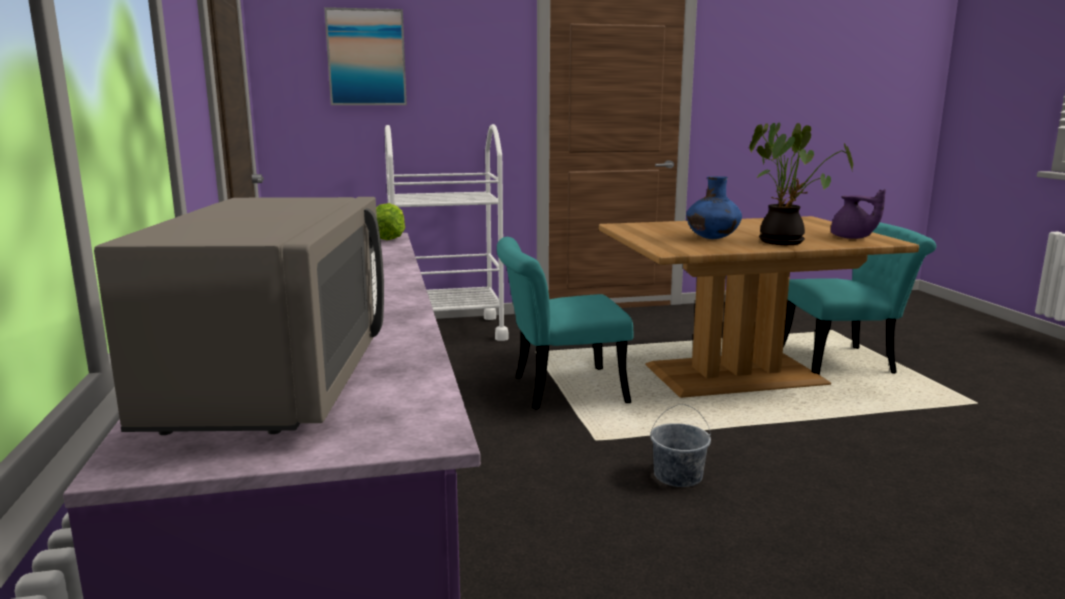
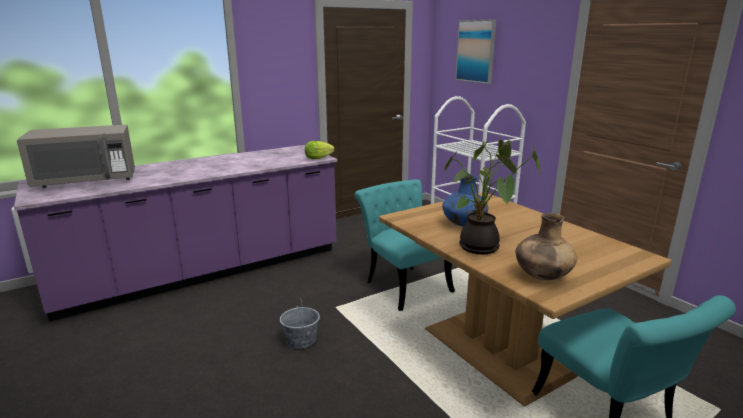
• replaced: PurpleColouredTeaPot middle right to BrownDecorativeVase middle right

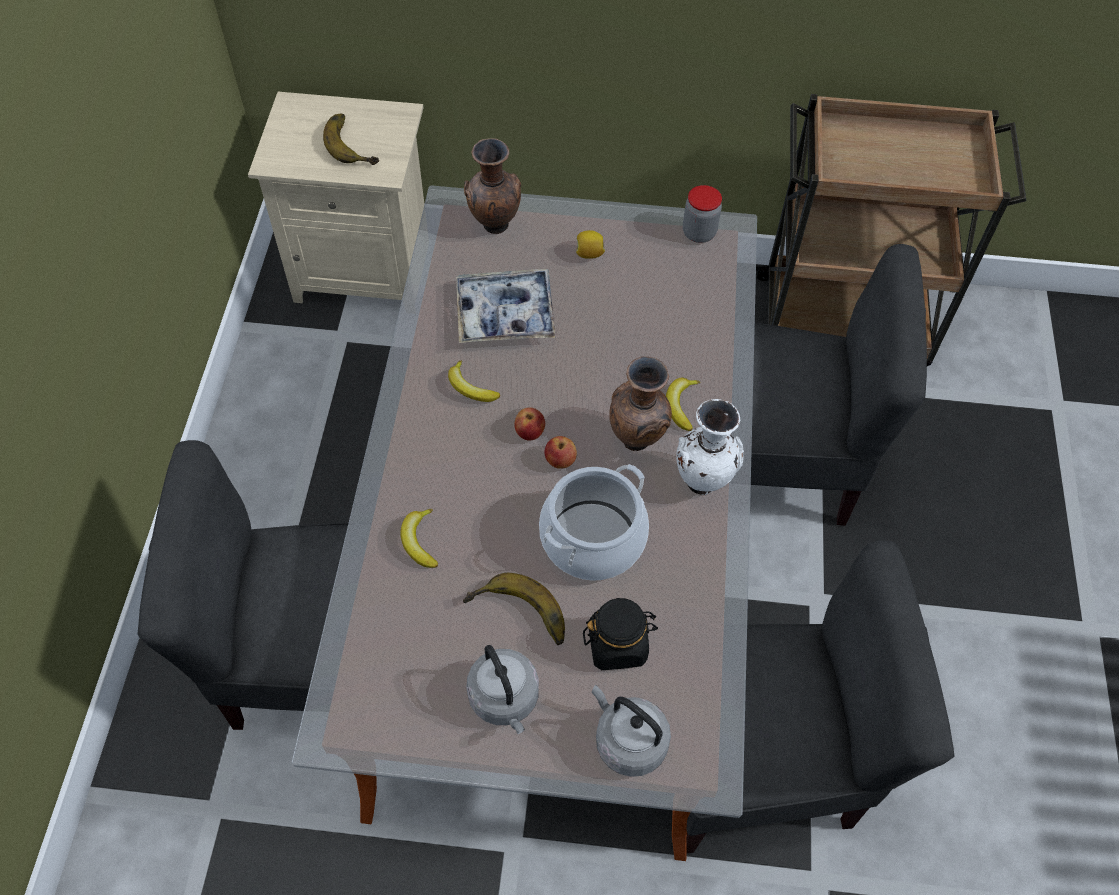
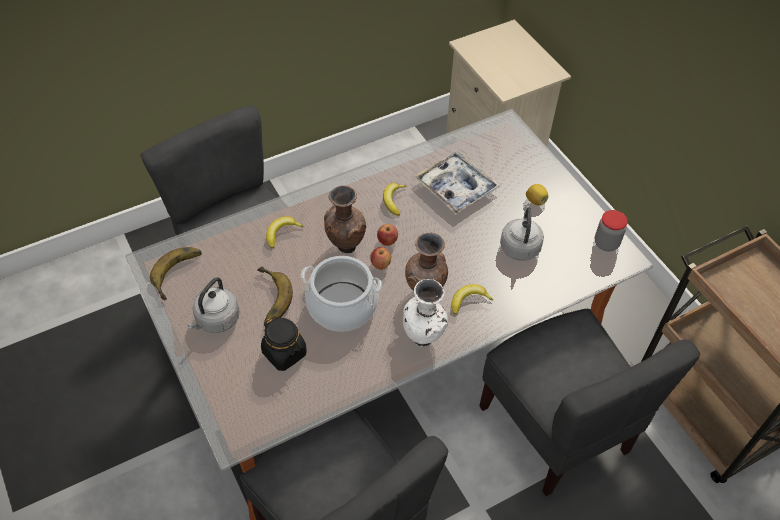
• moved: BananaFruit (1st from left) top left to middle left
• moved: BrownDecorativeVase (1st from left) top centre to centre
• moved: GreyishTeaKettle (2nd from left) bottom centre to middle right

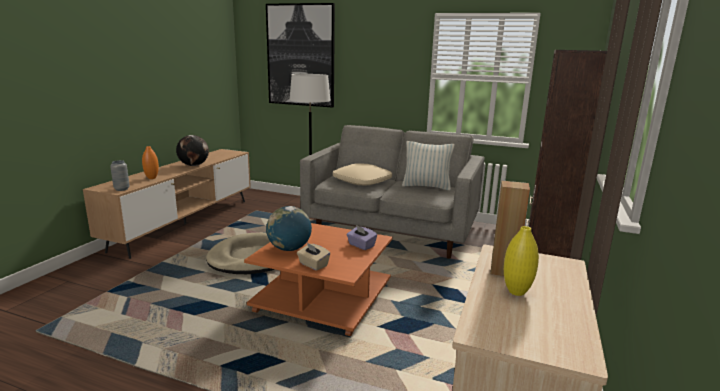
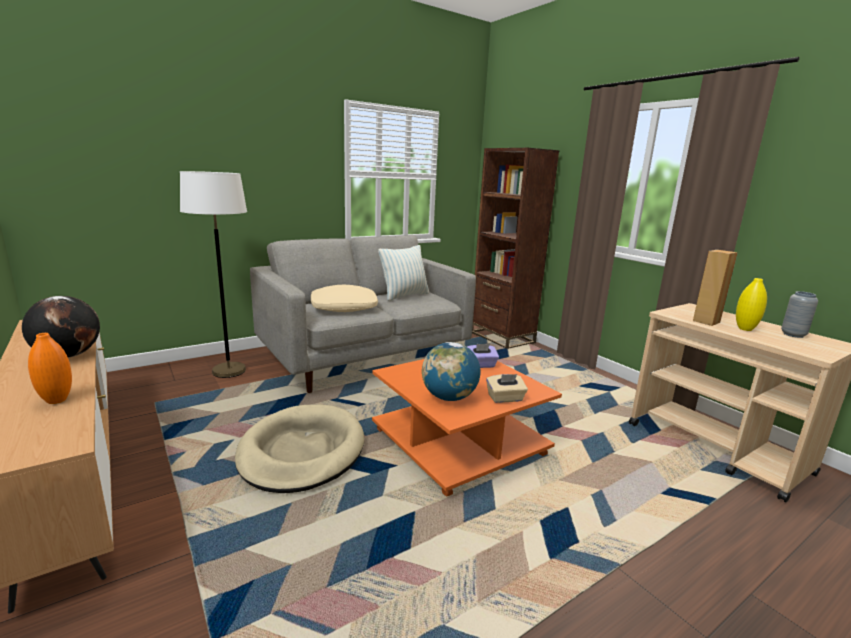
• moved: GreyishDecorativeVase middle left to middle right
• removed: WallPicture top centre

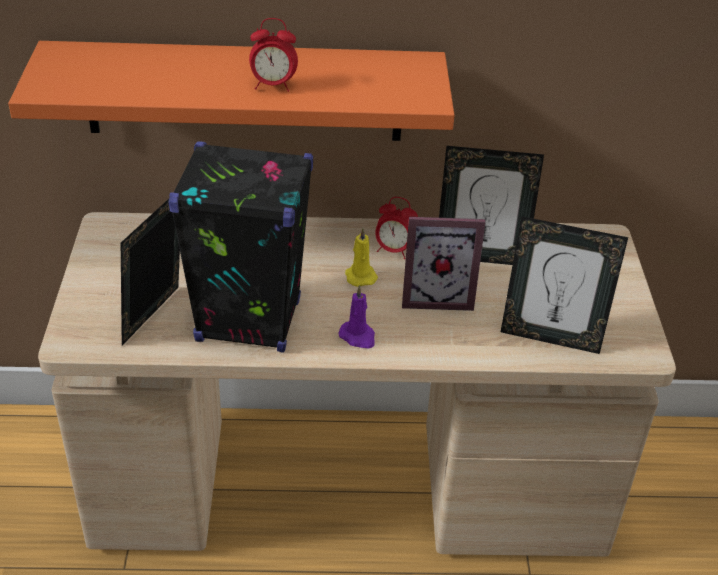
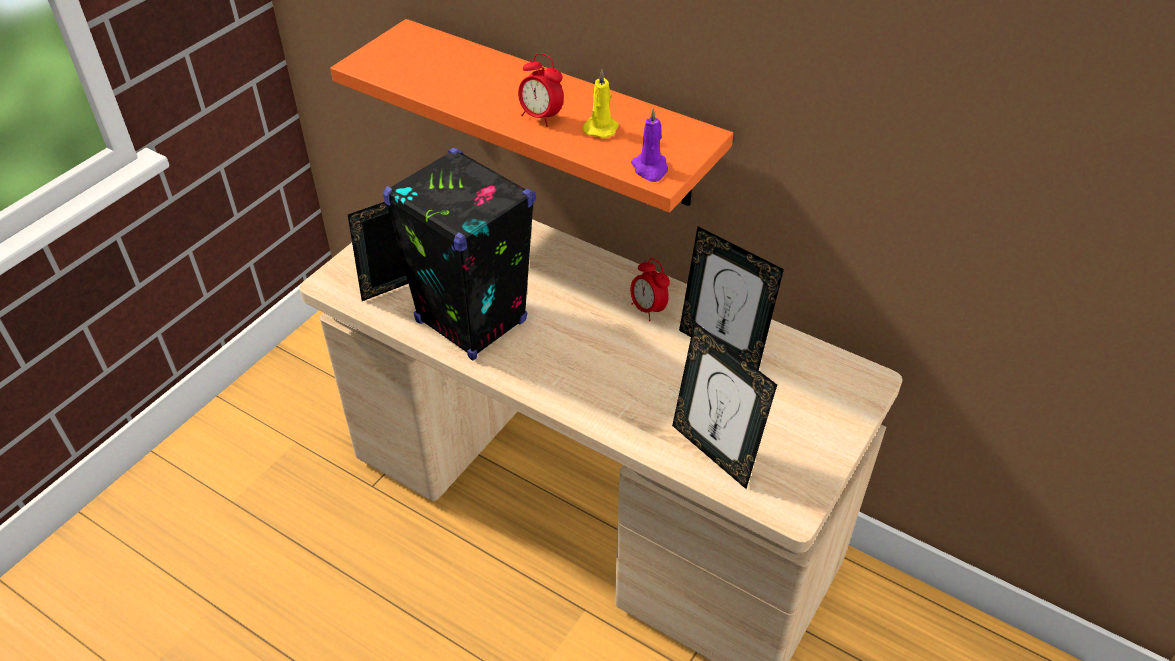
• moved: YellowWaxCandle centre to top centre
• moved: PurpleColouredWaxCandle centre to top centre
• removed: PictureFrame (2nd from left) centre

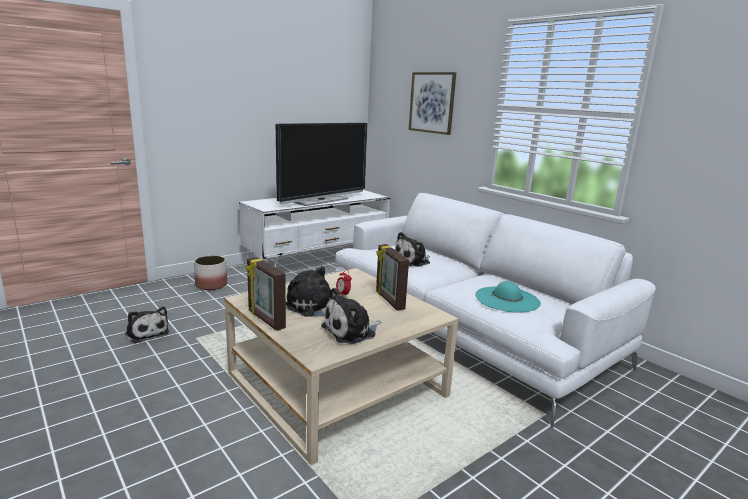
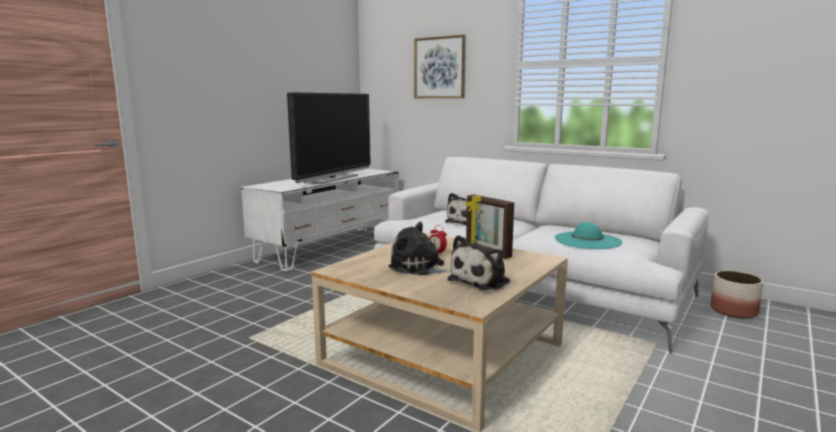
• moved: Planter middle left to bottom right
• removed: SoftToy (1st from left) middle left
• removed: PictureFrame (1st from left) centre

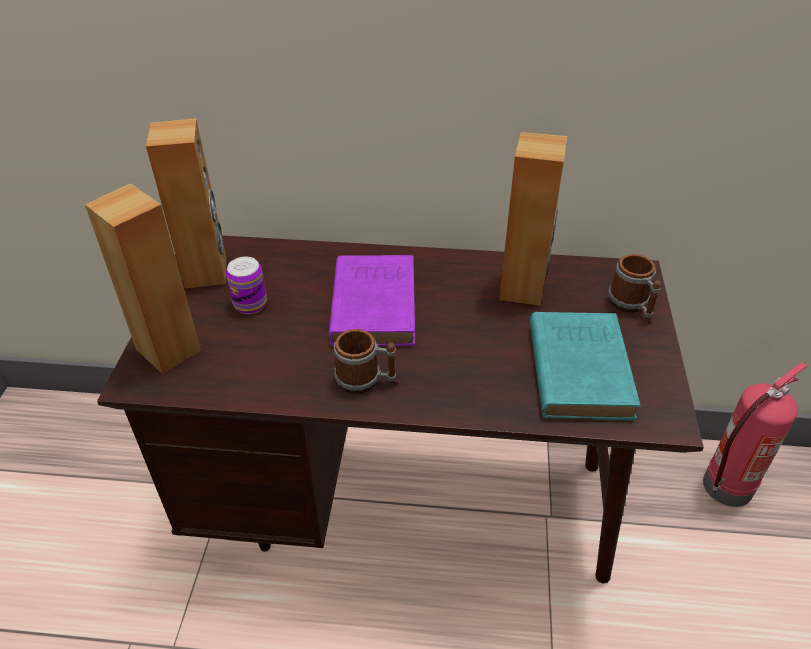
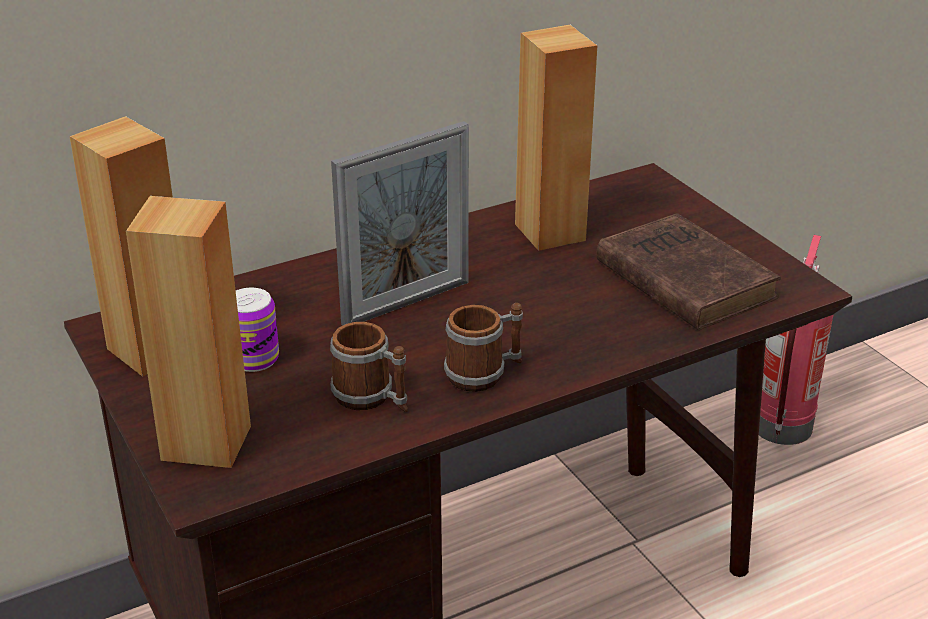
• moved: Mug (2nd from left in the first image) middle right to Mug (1st from left) centre
• replaced: PurpleColouredVolume centre to PictureFrame centre
• recoloured: BlueGreenVolume middle right to BrownVolume middle right

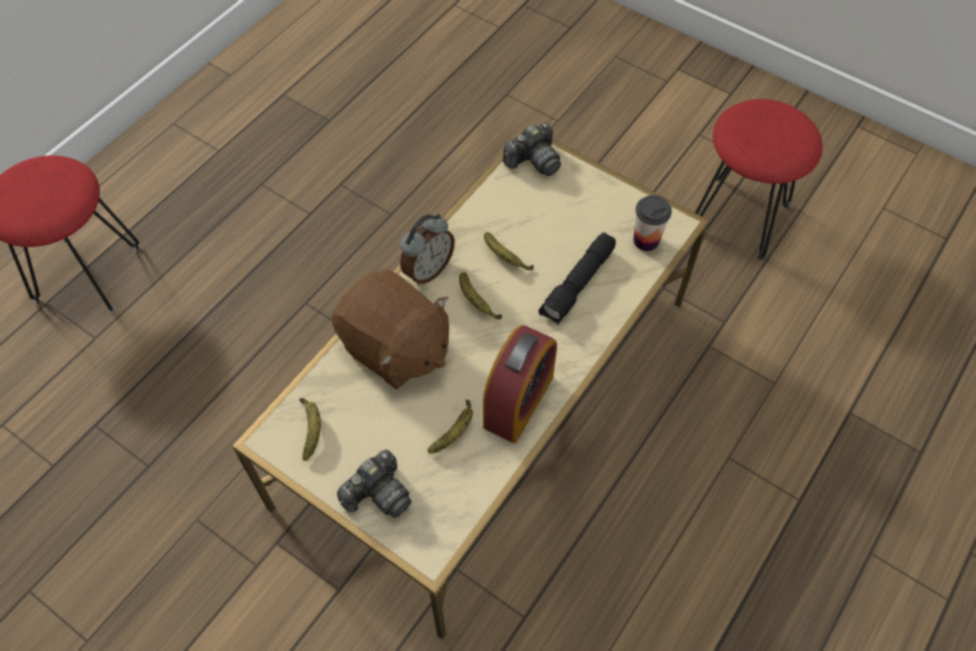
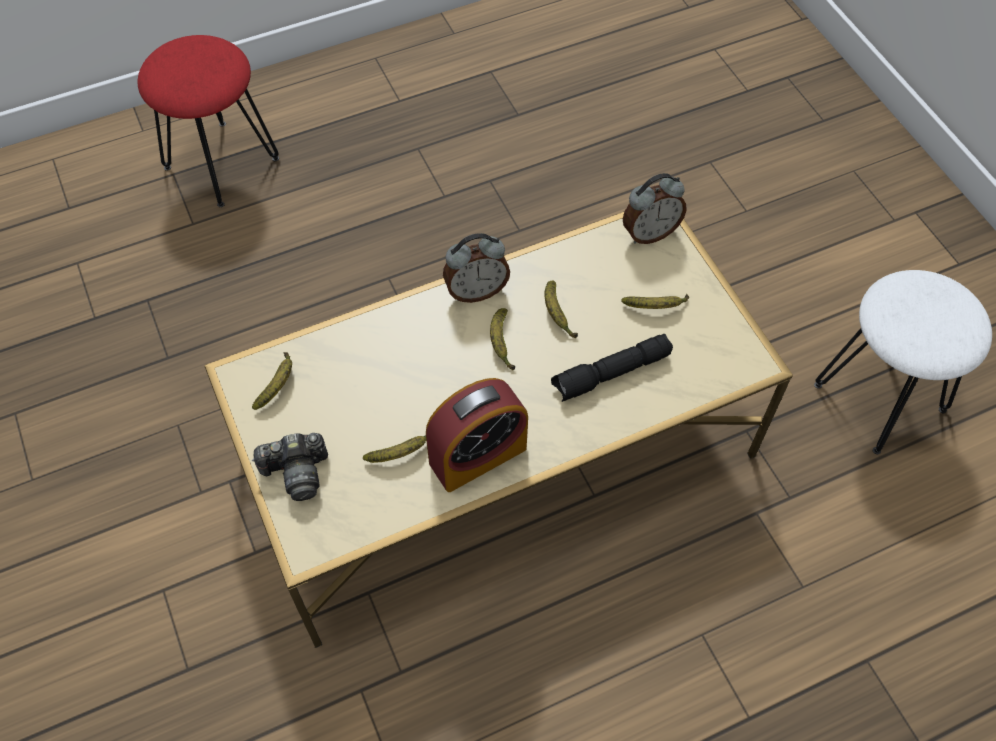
• added: BananaFruit (5th from left) centre
• replaced: StillCamera (2nd from left) top centre to AlarmClock (3rd from left) top centre
• recoloured: RedColouredStool (2nd from left) top right to WhiteStool middle right
• removed: BrownSoftToy centre
• removed: Cup middle right

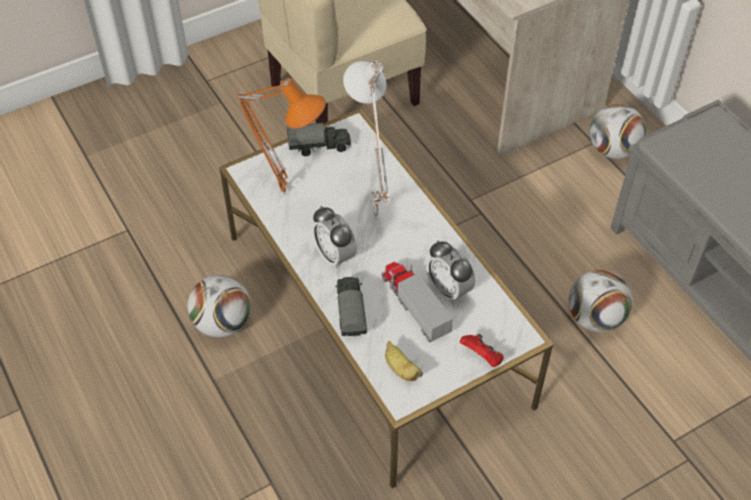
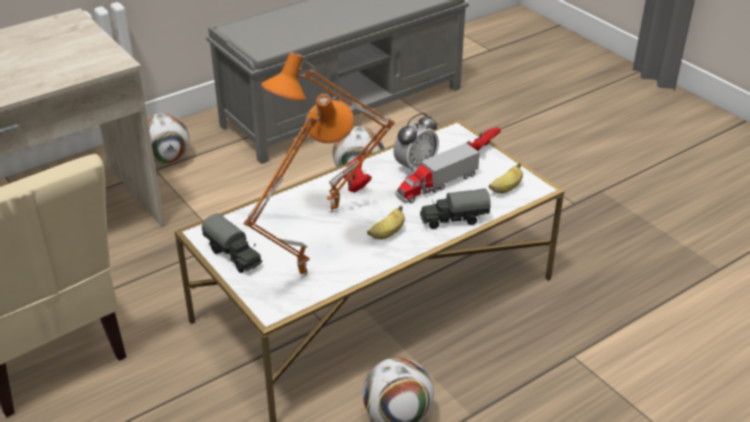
• turned: ToyLorry (1st from left) top centre = middle left 150 degrees clockwise
• recoloured: WhiteTabletopLamp top centre to OrangeyTabletopLamp (2nd from left) top centre
• added: RedColouredJoypad (1st from left) centre
• replaced: AlarmClock (1st from left) centre to BananaFruit (1st from left) centre

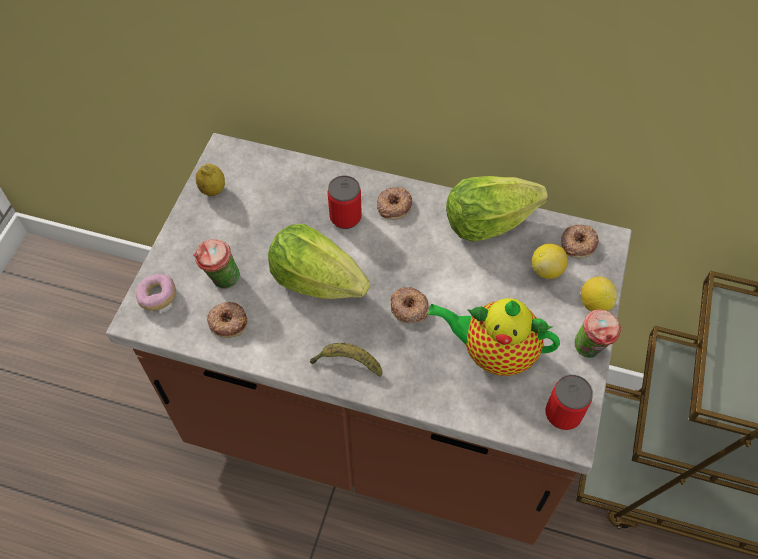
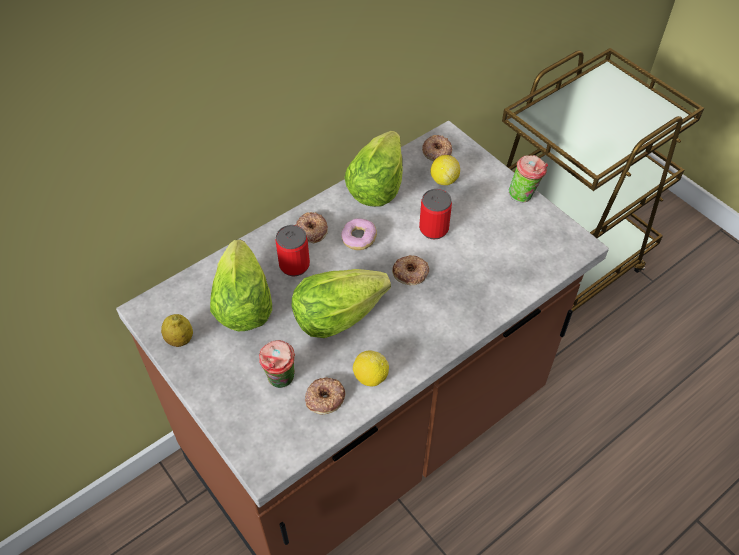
• added: LettuceHead (1st from left) middle left
• moved: Doughnut (1st from left in the first image) middle left to Doughnut (3rd from left) centre
• moved: Lemon (3rd from left in the first image) middle right to Lemon (2nd from left) centre
• moved: Can (2nd from left) bottom right to centre
• removed: BananaFruit centre
• removed: TeaPot centre

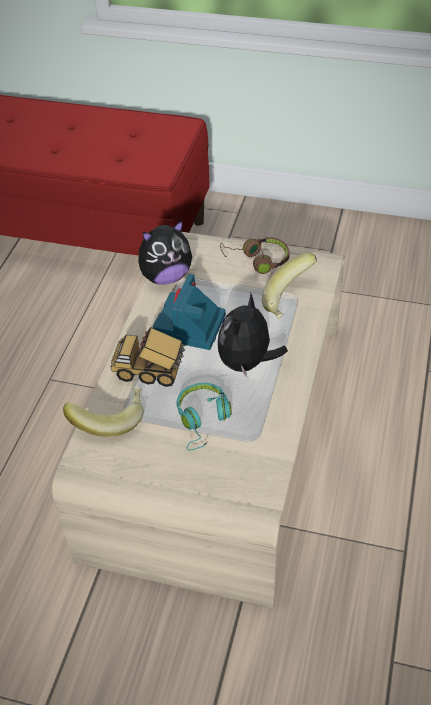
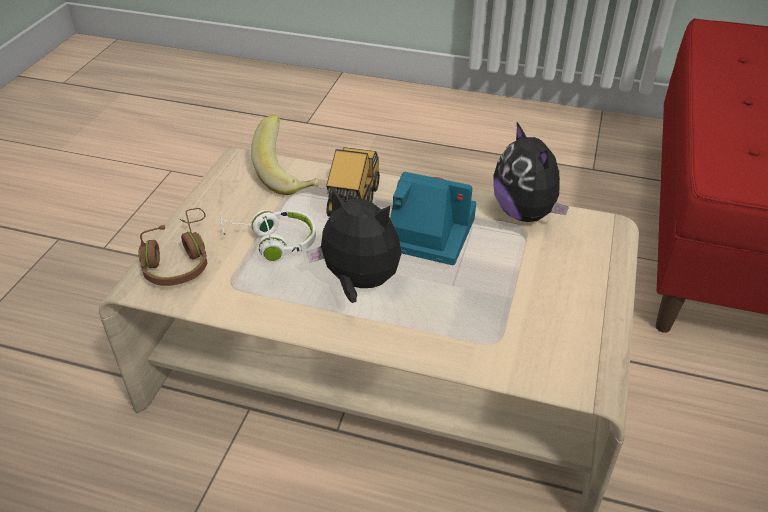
• moved: BrownPairOfHeadphones centre to middle left
• recoloured: BlueGreenPairOfHeadphones centre to WhitePairOfHeadphones centre
• removed: BananaFruit (2nd from left) middle right

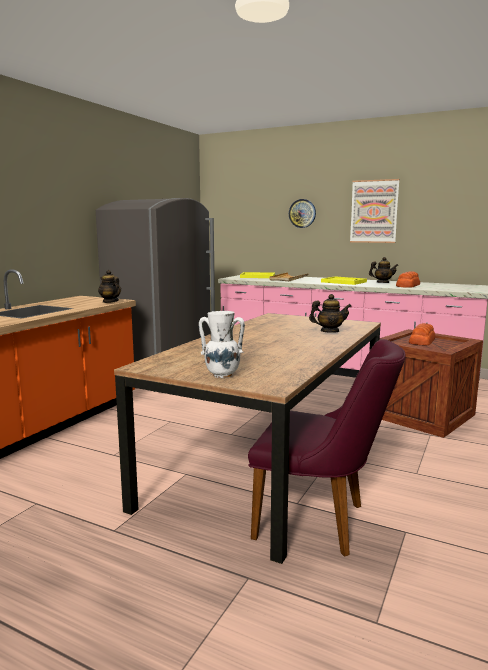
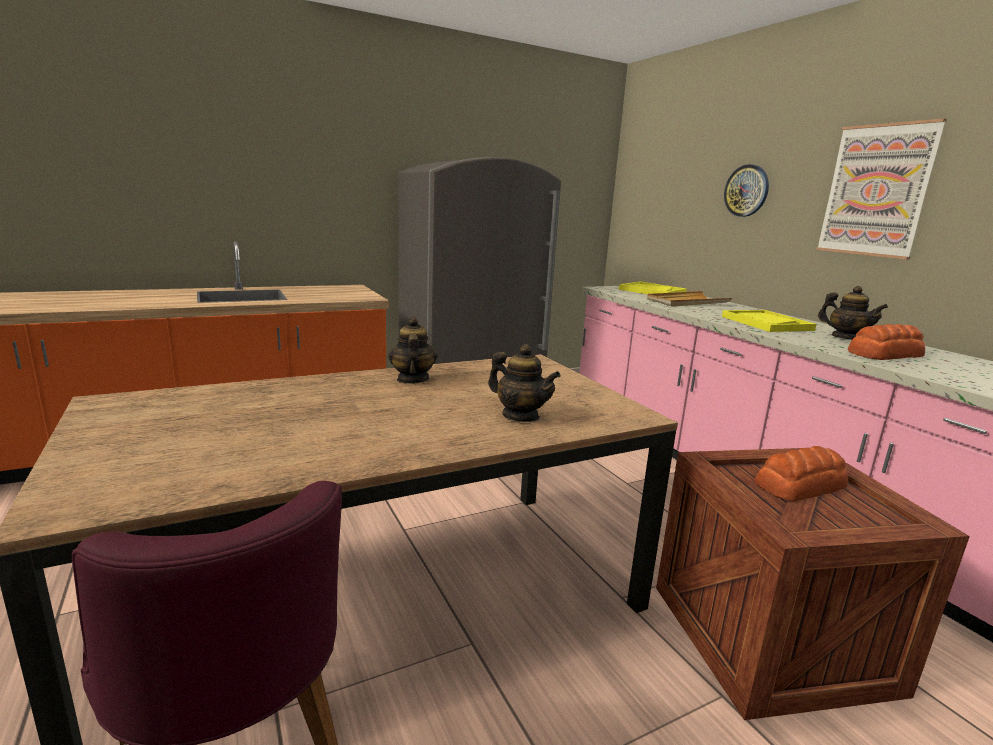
• moved: TeaPot (1st from left) middle left to centre
• removed: WhiteDecorativeVase centre

